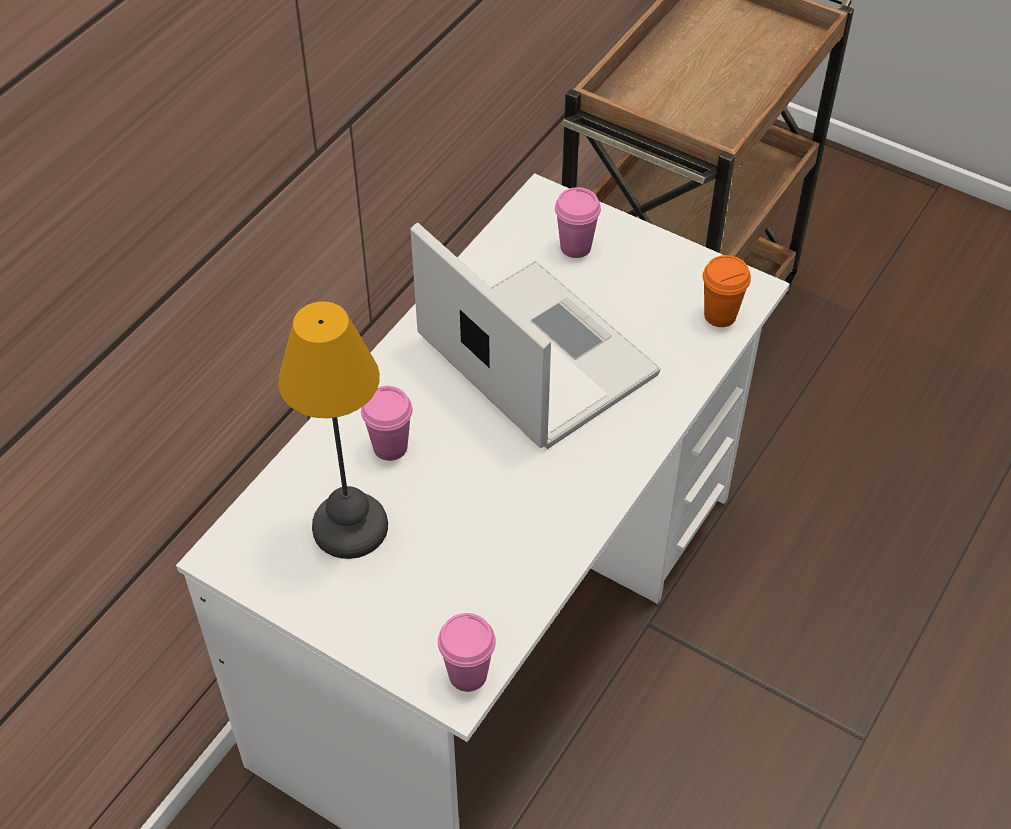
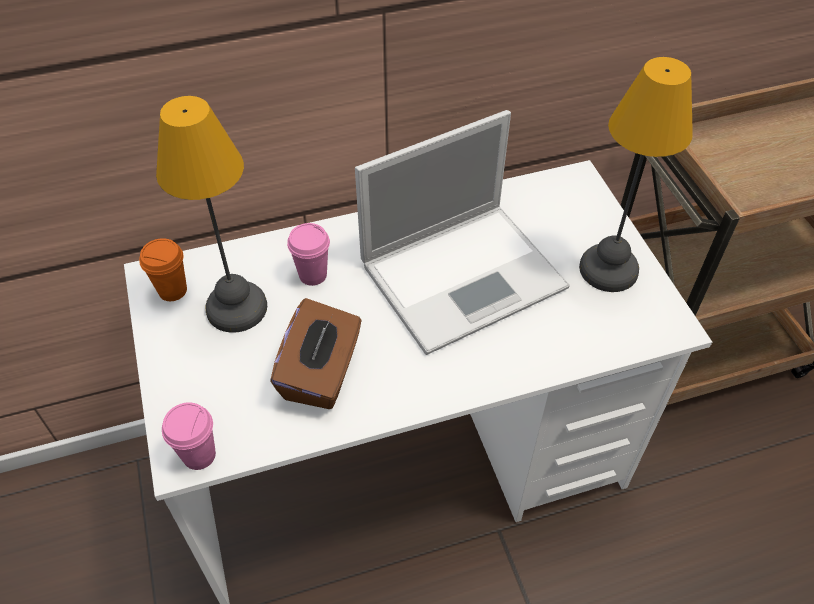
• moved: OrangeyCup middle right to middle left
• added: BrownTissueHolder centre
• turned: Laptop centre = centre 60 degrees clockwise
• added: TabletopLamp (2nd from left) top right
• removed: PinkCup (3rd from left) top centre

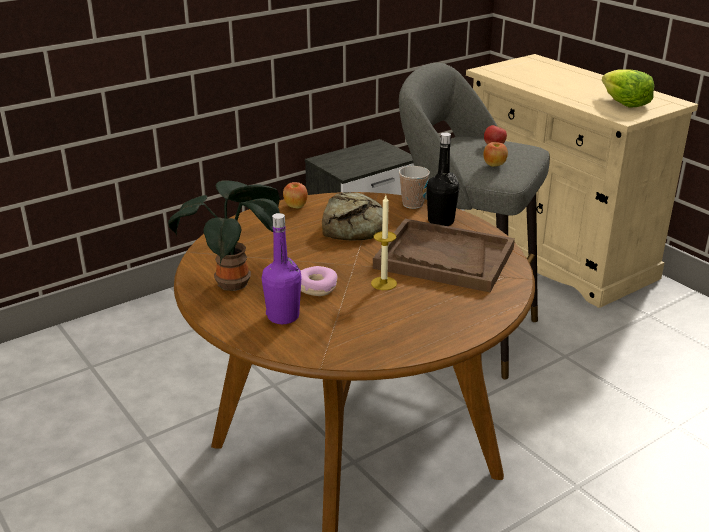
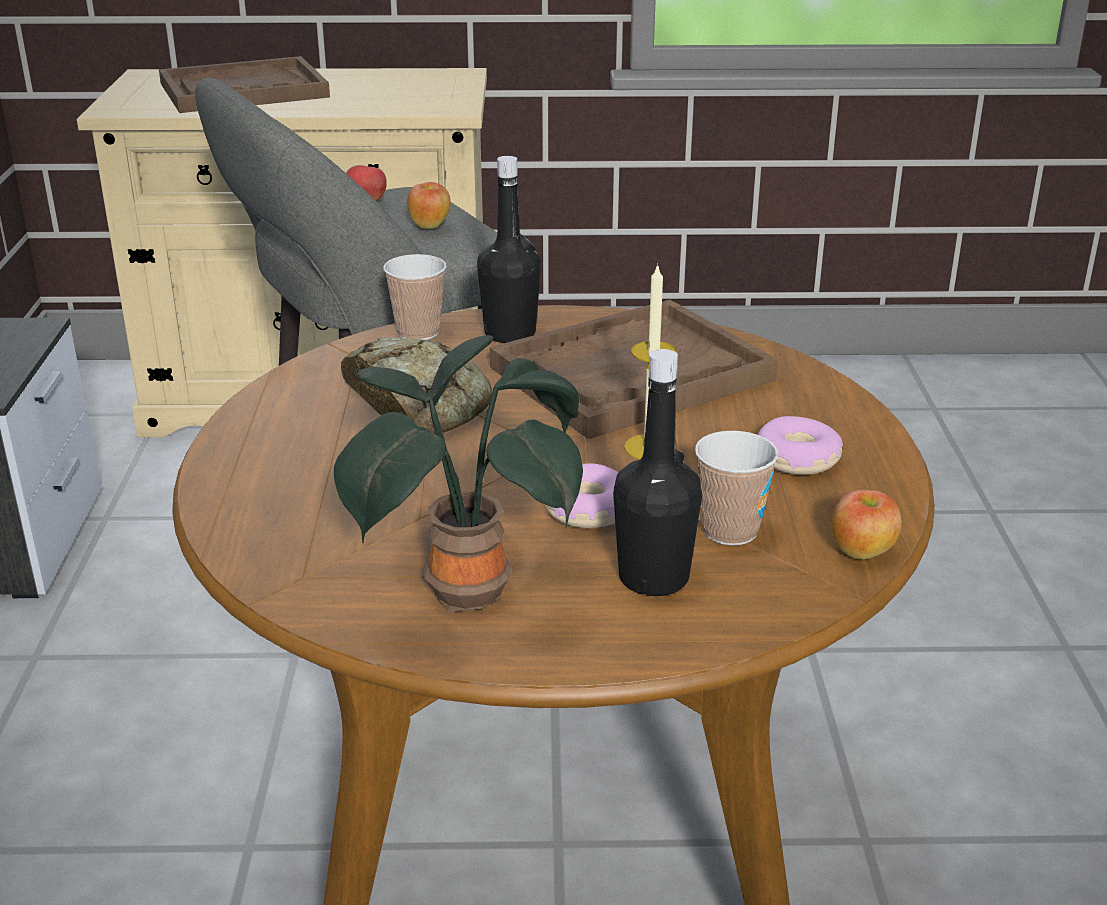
• added: BrownServingTray (1st from left) top left
• recoloured: PurpleColouredBeverageBottle centre to BlackColouredBeverageBottle (2nd from left) centre
• added: Cup (2nd from left) centre
• added: Doughnut (2nd from left) middle right
• moved: Apple (1st from left in the first image) centre to Apple (3rd from left) middle right
• removed: LettuceHead top right

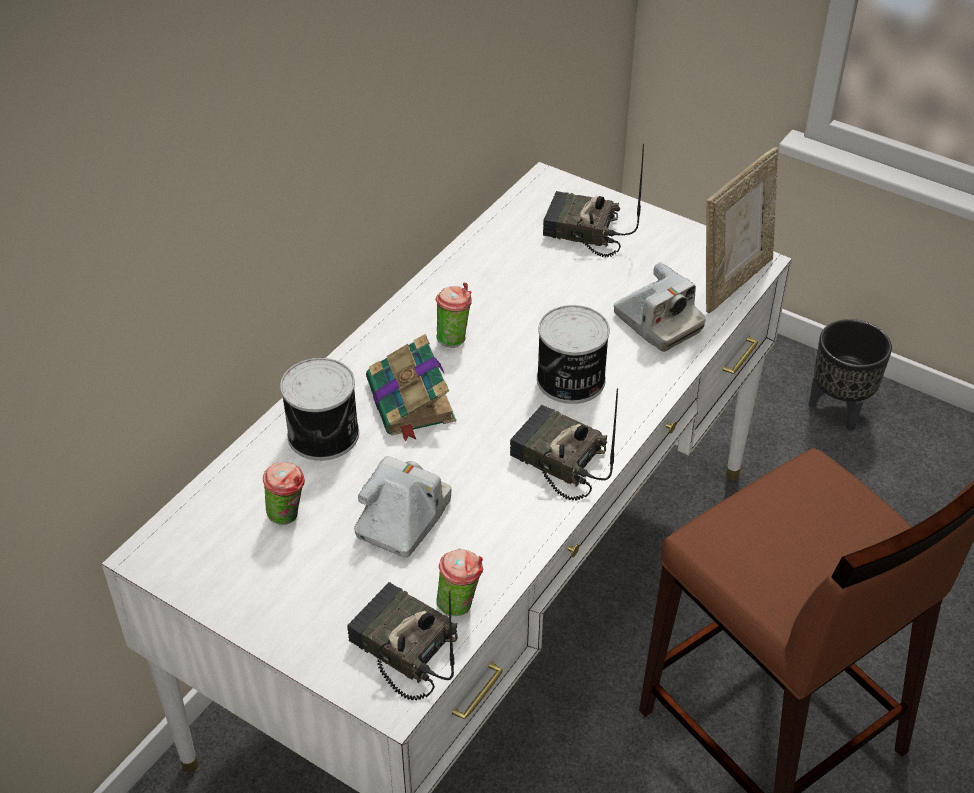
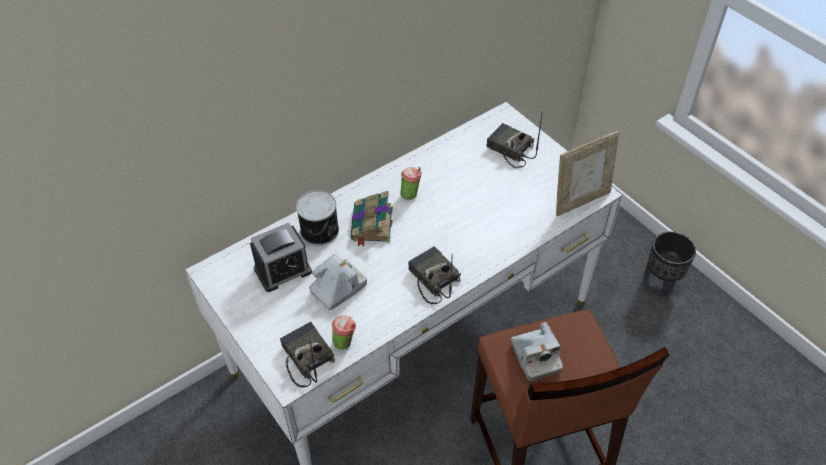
• replaced: Cup (1st from left) middle left to AlarmClock centre
• moved: StillCamera (2nd from left) middle right to bottom centre
• removed: Can (2nd from left) centre

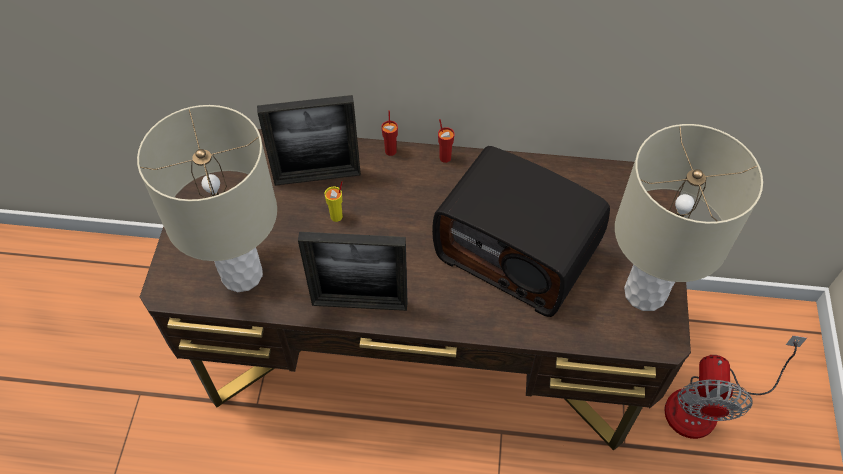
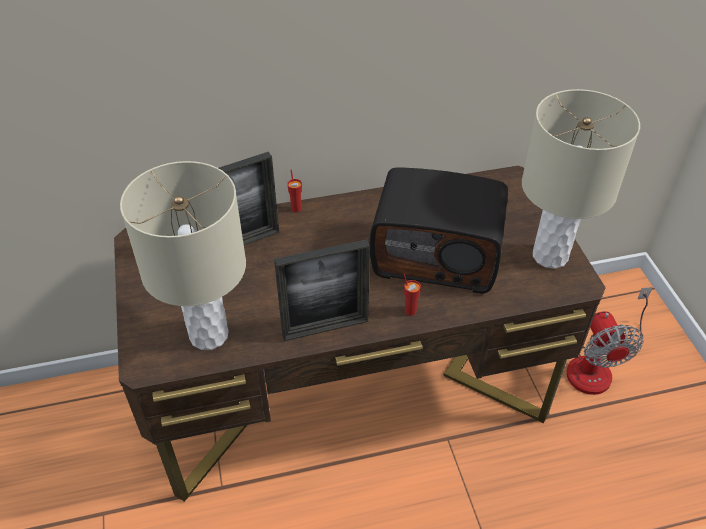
• moved: RedColouredCup (2nd from left) top centre to centre
• removed: YellowCup centre

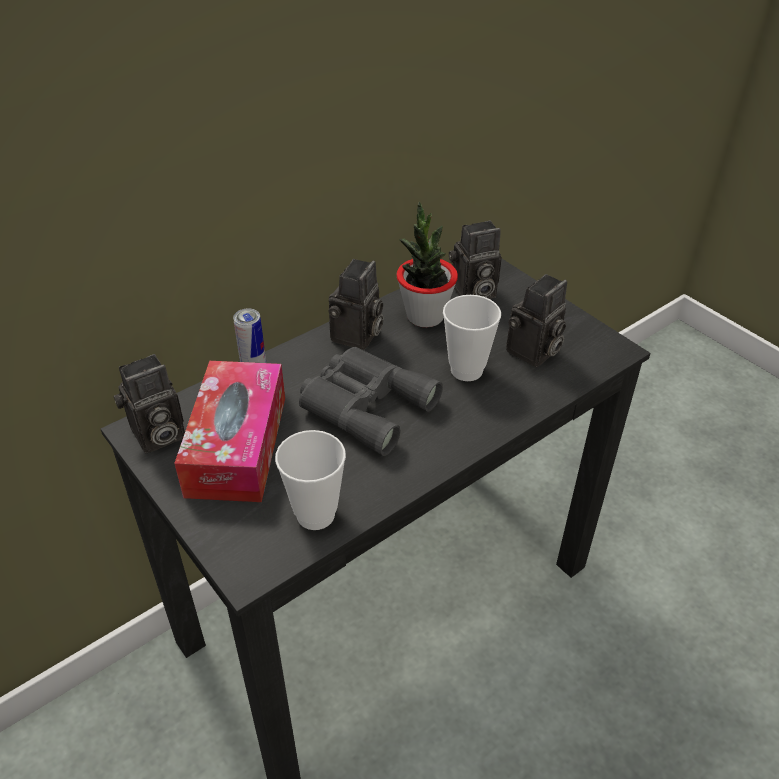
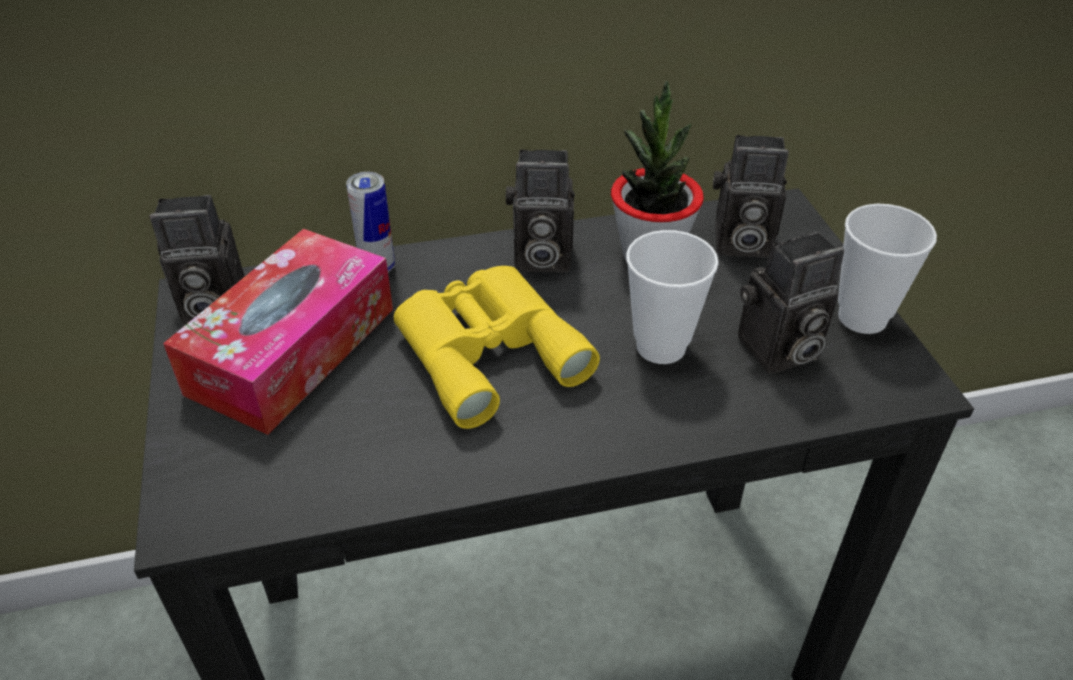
• recoloured: GreyishBinoculars centre to YellowBinoculars centre
• turned: StillCamera (2nd from left) centre = top centre 45 degrees clockwise
• moved: Cup (1st from left in the first image) centre to Cup (2nd from left) middle right

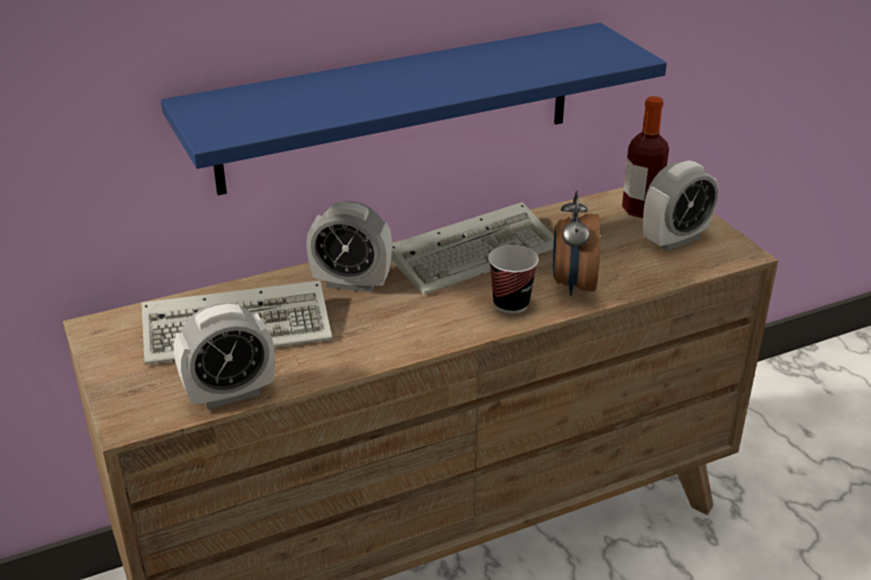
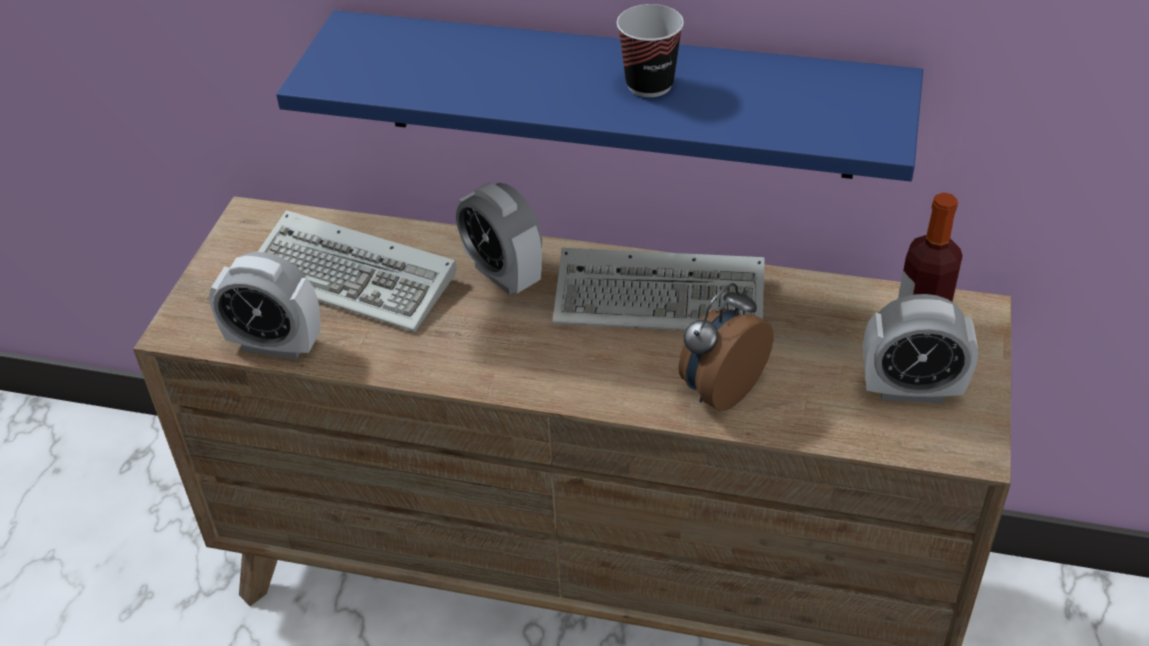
• moved: Cup centre to top centre

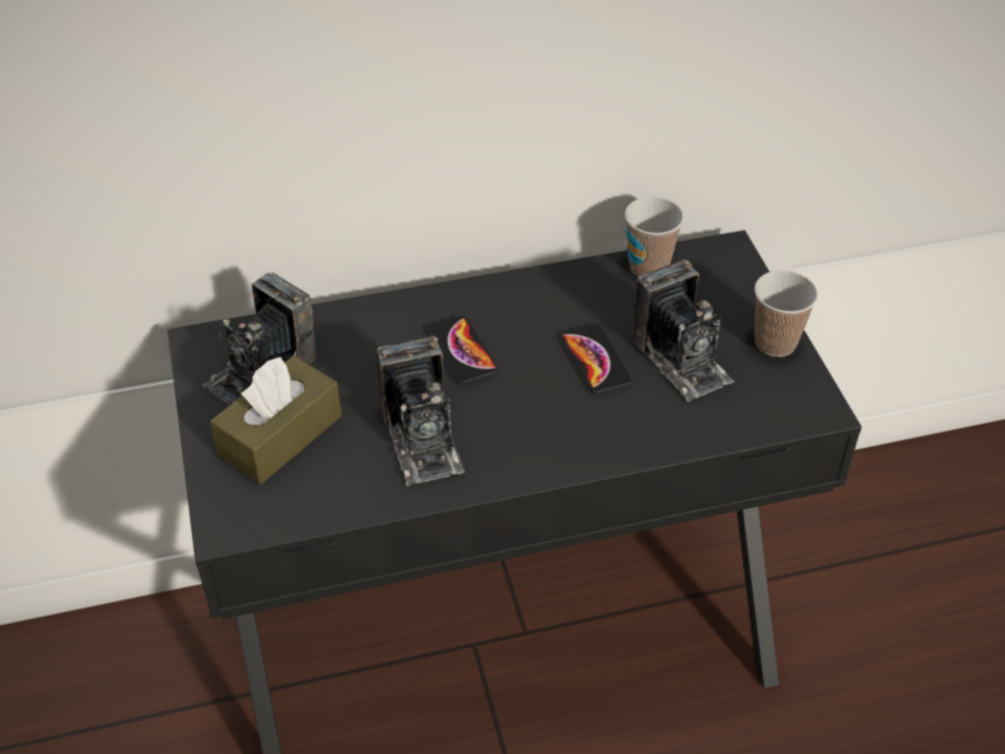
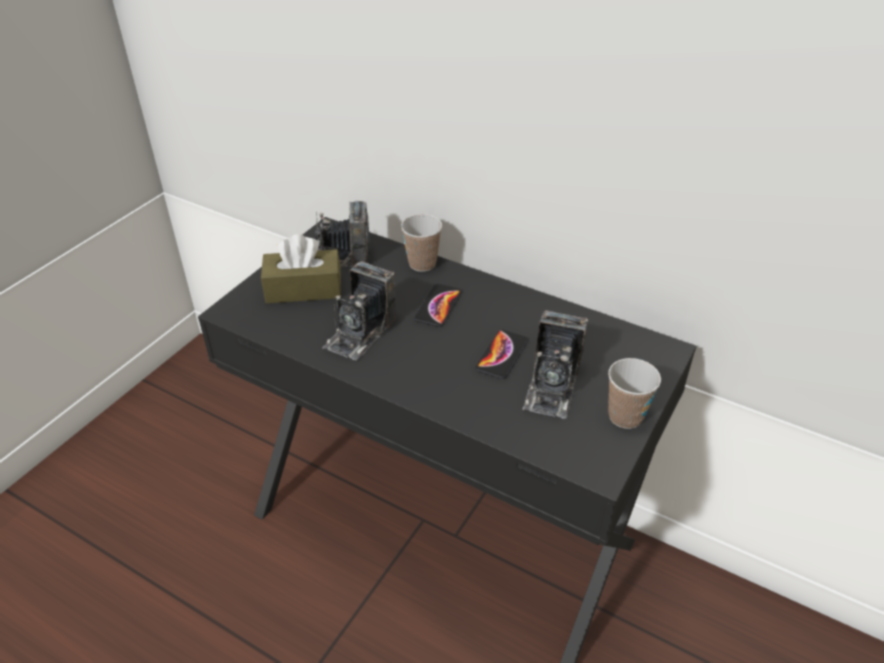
• moved: Cup (1st from left) top centre to centre

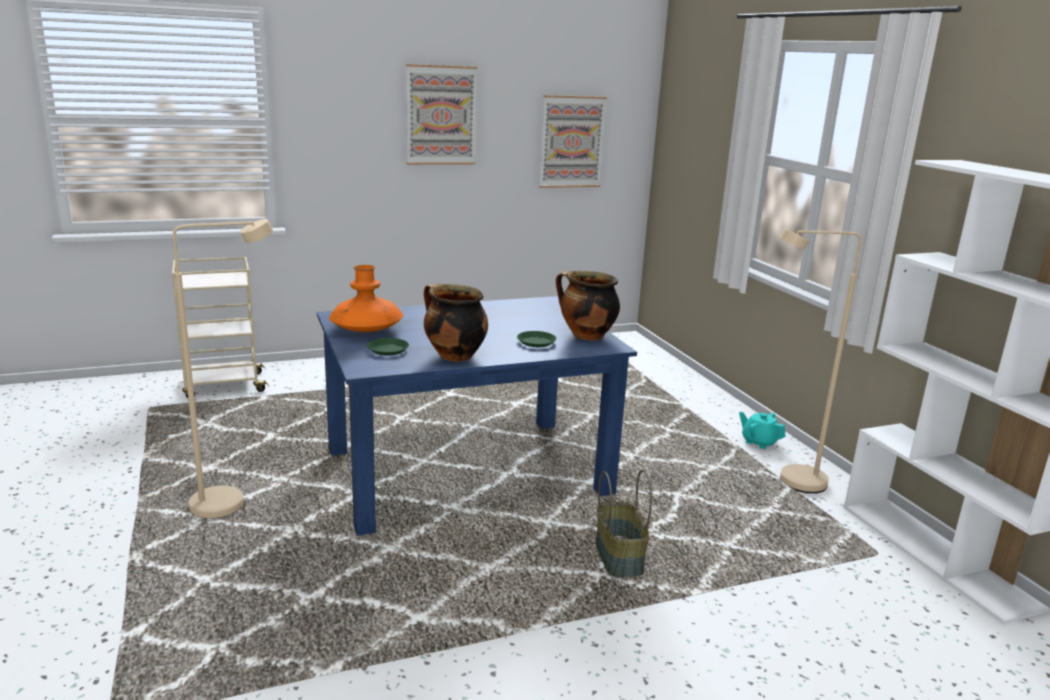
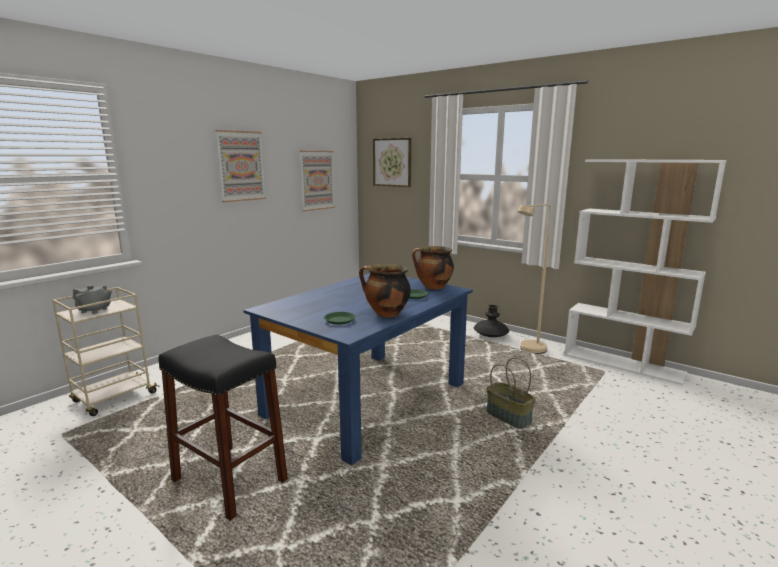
• added: GreyishTeaPot middle left
• replaced: BeigeColouredFloorLamp (1st from left) middle left to BlackColouredStool bottom left
• added: WallPicture (3rd from left) top centre
• replaced: BlueGreenTeaPot middle right to BlackColouredDecorativeVase centre
• removed: OrangeyDecorativeVase centre

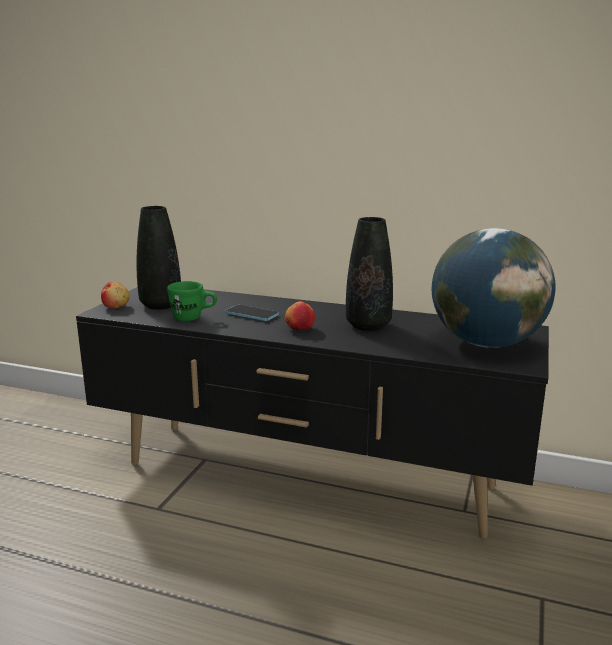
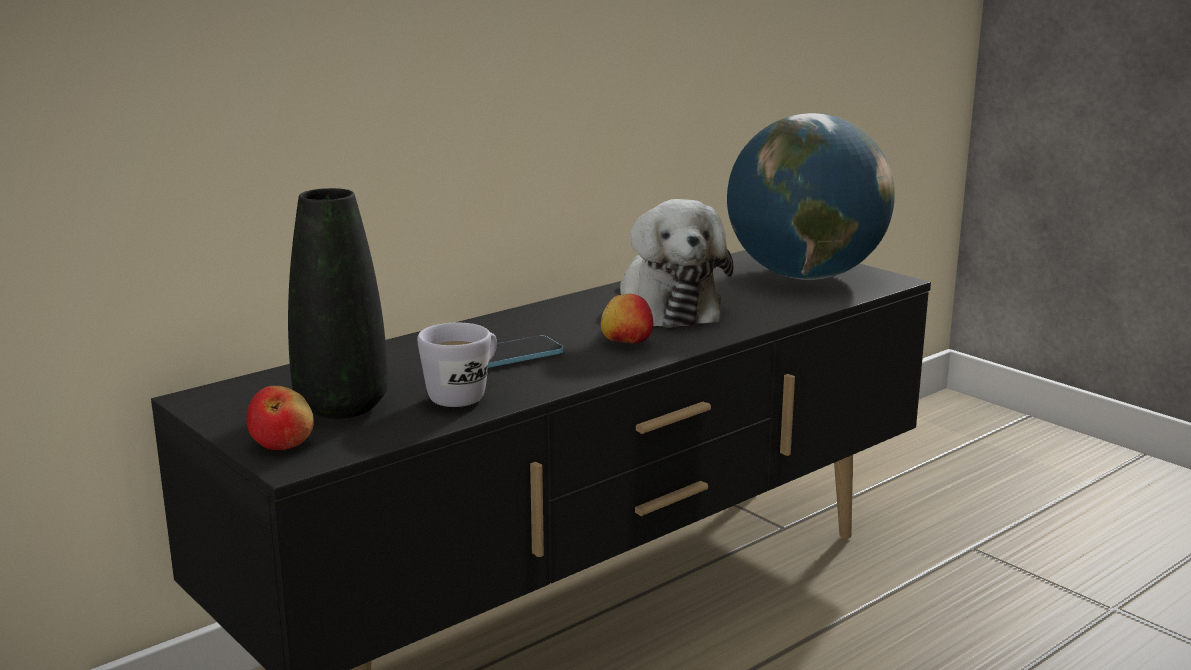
• recoloured: GreenishMug middle left to WhiteMug centre
• replaced: BlackColouredDecorativeVase (2nd from left) centre to SoftToy centre

